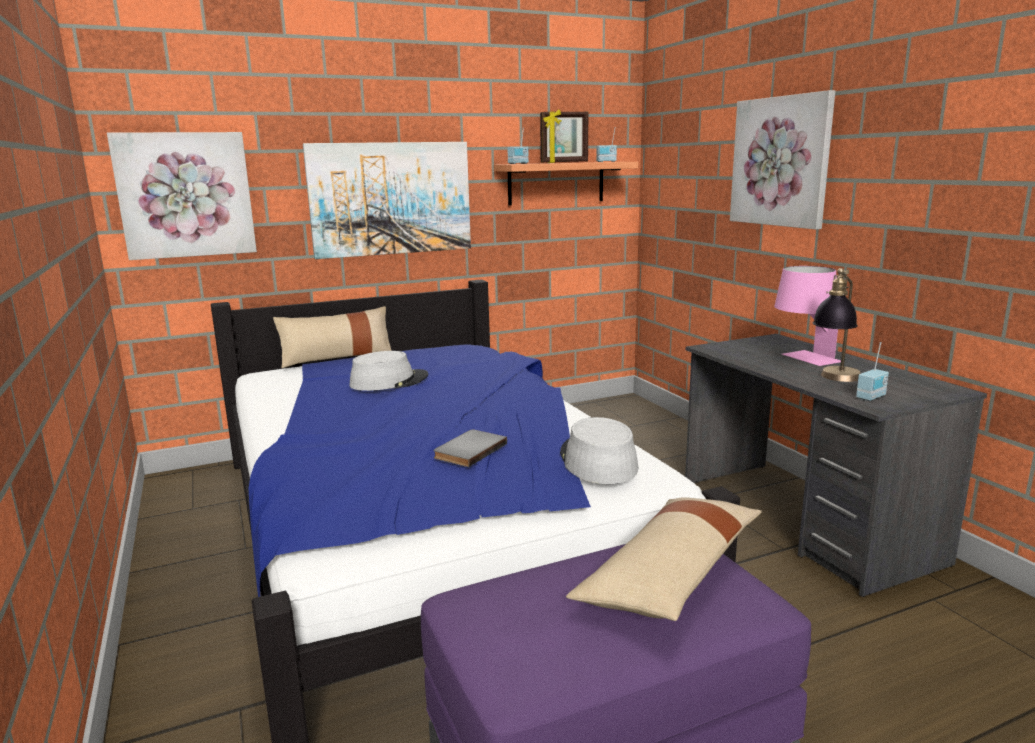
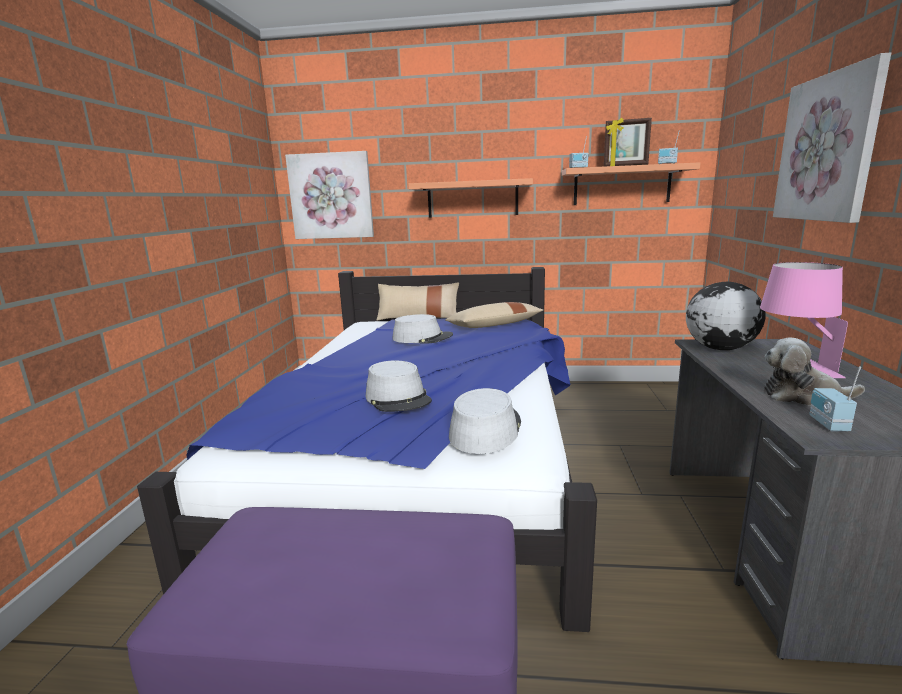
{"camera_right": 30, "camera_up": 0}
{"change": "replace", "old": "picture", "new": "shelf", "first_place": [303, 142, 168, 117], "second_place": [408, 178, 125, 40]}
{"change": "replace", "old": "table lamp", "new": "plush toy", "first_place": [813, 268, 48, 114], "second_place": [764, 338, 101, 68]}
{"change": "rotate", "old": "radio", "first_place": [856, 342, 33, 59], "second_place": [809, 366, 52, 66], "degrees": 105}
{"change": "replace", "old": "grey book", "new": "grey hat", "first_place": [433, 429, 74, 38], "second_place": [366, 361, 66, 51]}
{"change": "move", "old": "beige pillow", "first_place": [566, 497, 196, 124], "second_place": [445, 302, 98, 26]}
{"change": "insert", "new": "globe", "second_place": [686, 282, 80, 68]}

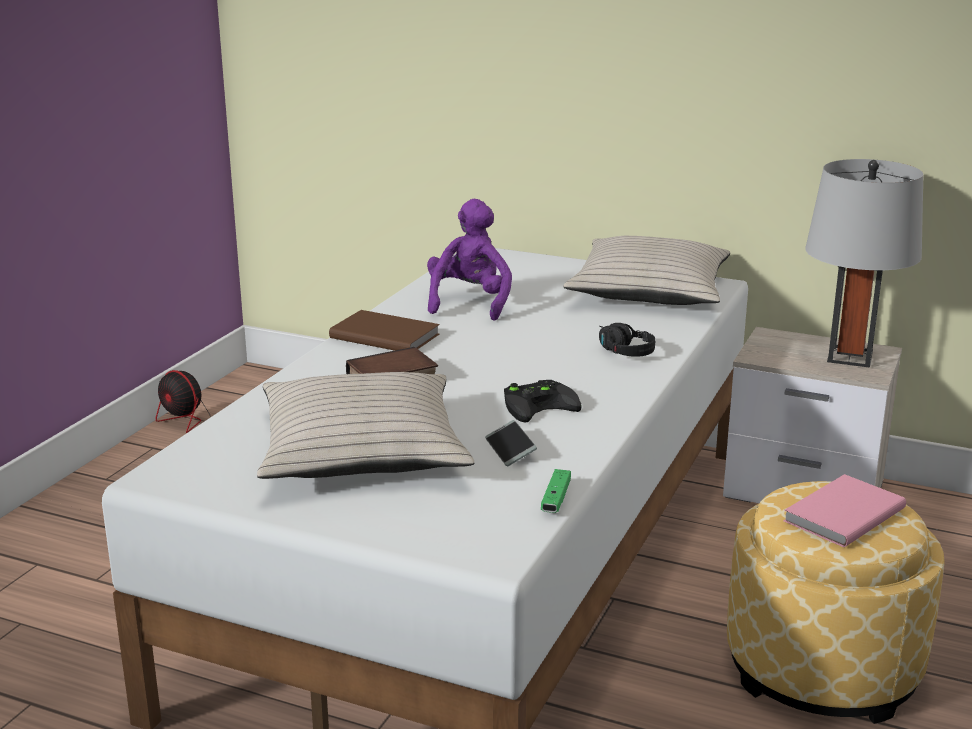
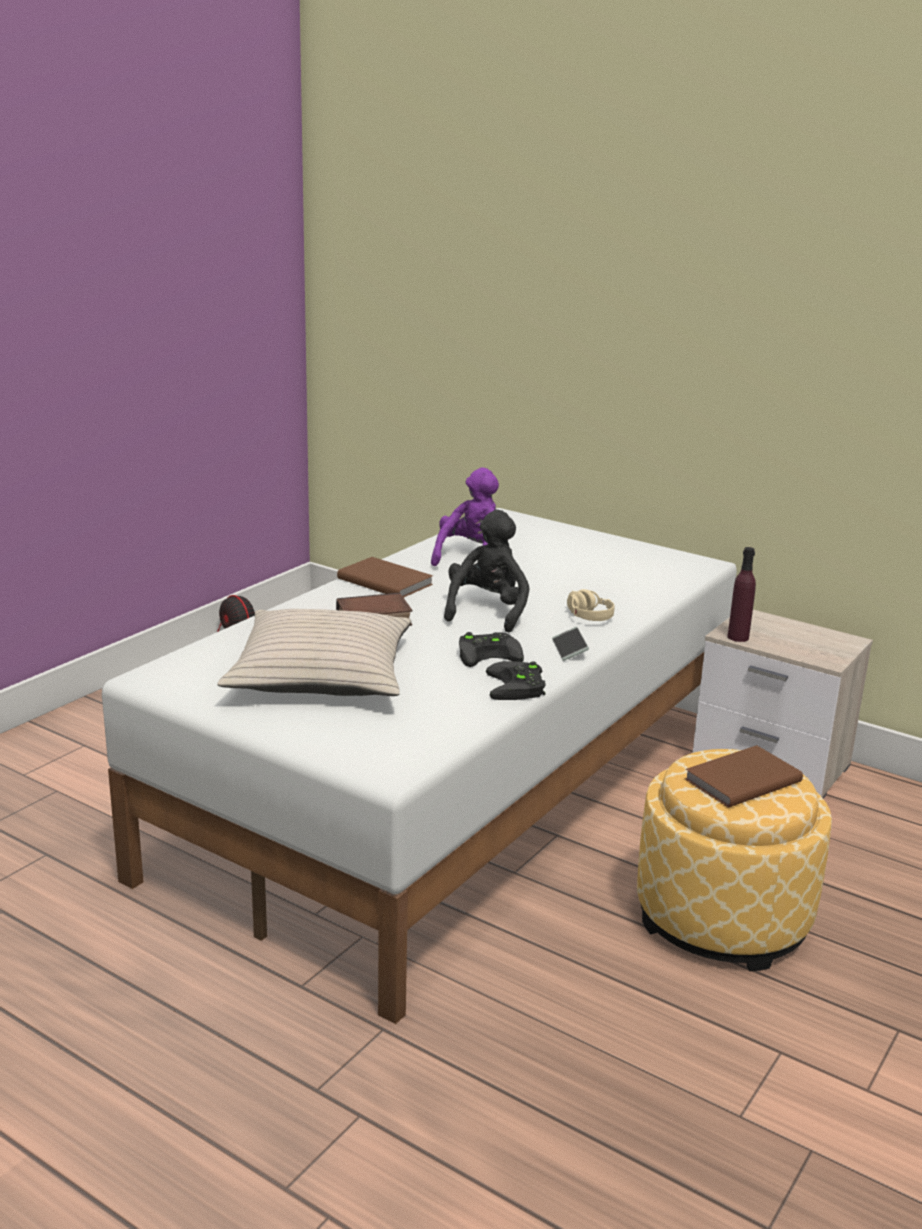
{"camera_right": 10, "camera_up": 0}
{"change": "delete", "old": "grey table lamp", "first_place": [806, 159, 118, 209]}
{"change": "delete", "old": "beige pillow", "first_place": [564, 236, 166, 69]}
{"change": "recolor", "old": "black headphones", "new": "beige headphones", "first_place": [599, 323, 56, 34], "second_place": [567, 589, 48, 32]}
{"change": "move", "old": "phone", "first_place": [485, 420, 52, 46], "second_place": [552, 627, 37, 34]}
{"change": "delete", "old": "green game controller", "first_place": [541, 469, 30, 44]}
{"change": "recolor", "old": "pink book", "new": "brown book", "first_place": [783, 474, 123, 73], "second_place": [685, 745, 118, 63]}
{"change": "insert", "new": "black plush toy", "second_place": [444, 510, 86, 123]}
{"change": "insert", "new": "purple bottle", "second_place": [727, 547, 29, 95]}
{"change": "insert", "new": "black game controller", "second_place": [486, 661, 60, 39]}

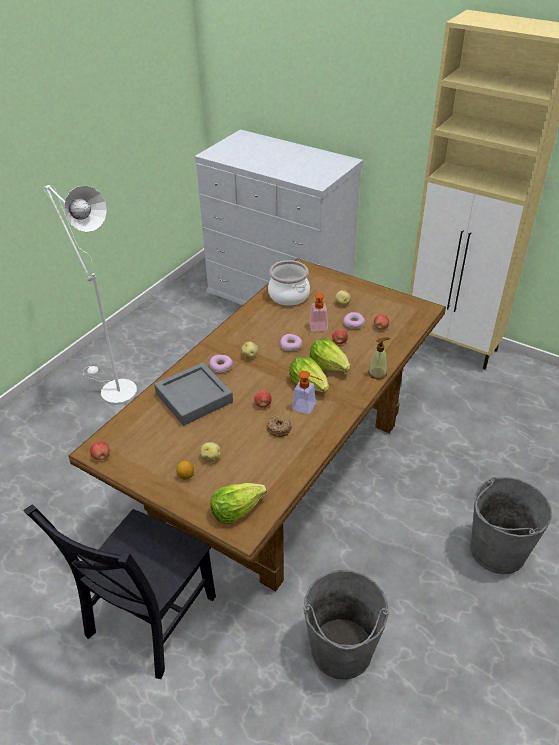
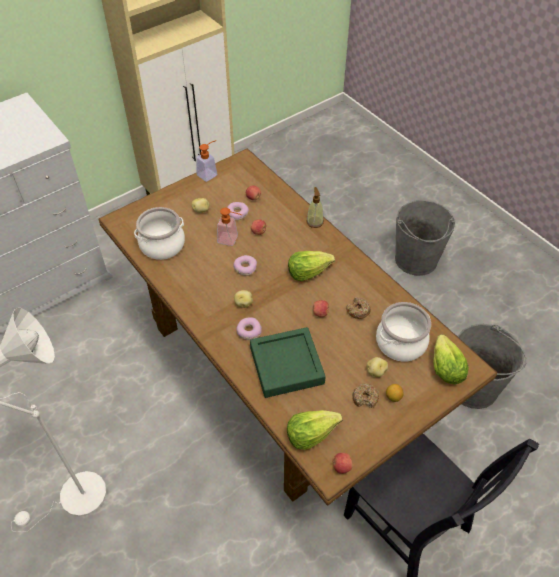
{"camera_right": -70, "camera_up": 10}
{"change": "move", "old": "lettuce", "first_place": [309, 339, 42, 33], "second_place": [287, 410, 55, 40]}
{"change": "recolor", "old": "grey tray", "new": "green tray", "first_place": [154, 362, 79, 64], "second_place": [250, 327, 76, 71]}
{"change": "move", "old": "soap dispenser", "first_place": [292, 371, 30, 43], "second_place": [196, 140, 21, 42]}
{"change": "insert", "new": "cooking pot", "second_place": [376, 302, 55, 60]}
{"change": "insert", "new": "donut", "second_place": [352, 383, 27, 25]}

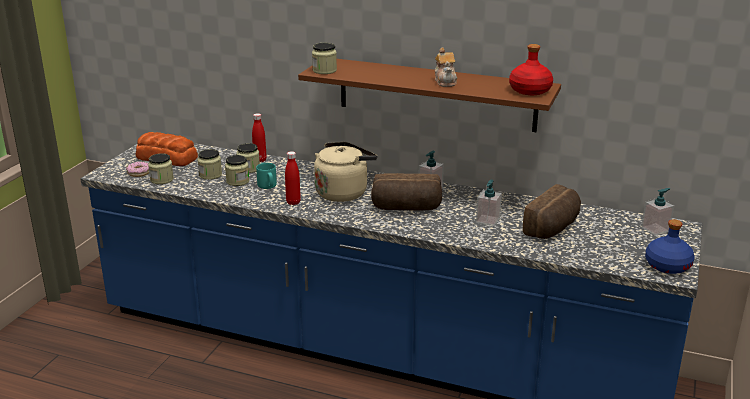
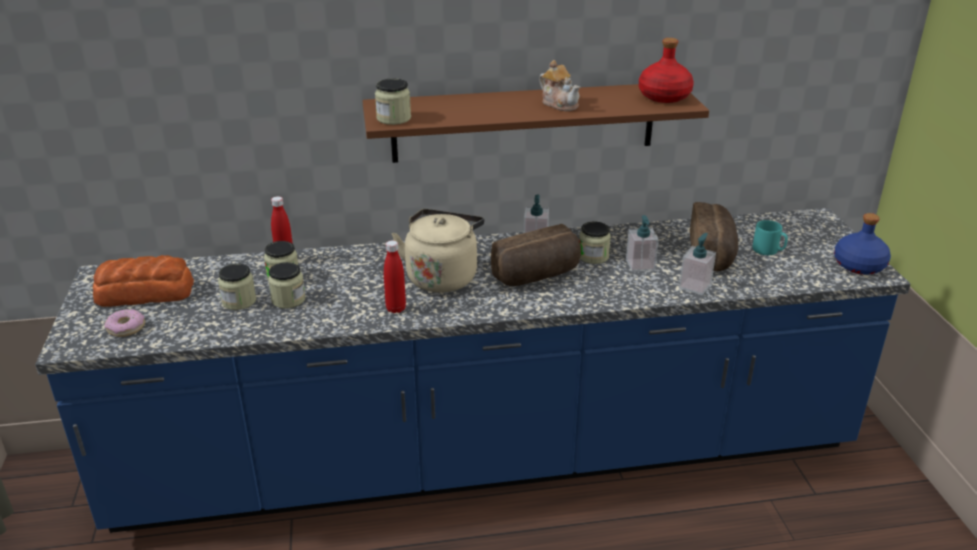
{"camera_right": -30, "camera_up": 5}
{"change": "move", "old": "jar", "first_place": [148, 153, 26, 31], "second_place": [579, 221, 32, 43]}
{"change": "move", "old": "turquoise mug", "first_place": [256, 163, 21, 26], "second_place": [752, 220, 36, 35]}
{"change": "move", "old": "soap dispenser", "first_place": [641, 188, 34, 48], "second_place": [679, 233, 37, 62]}

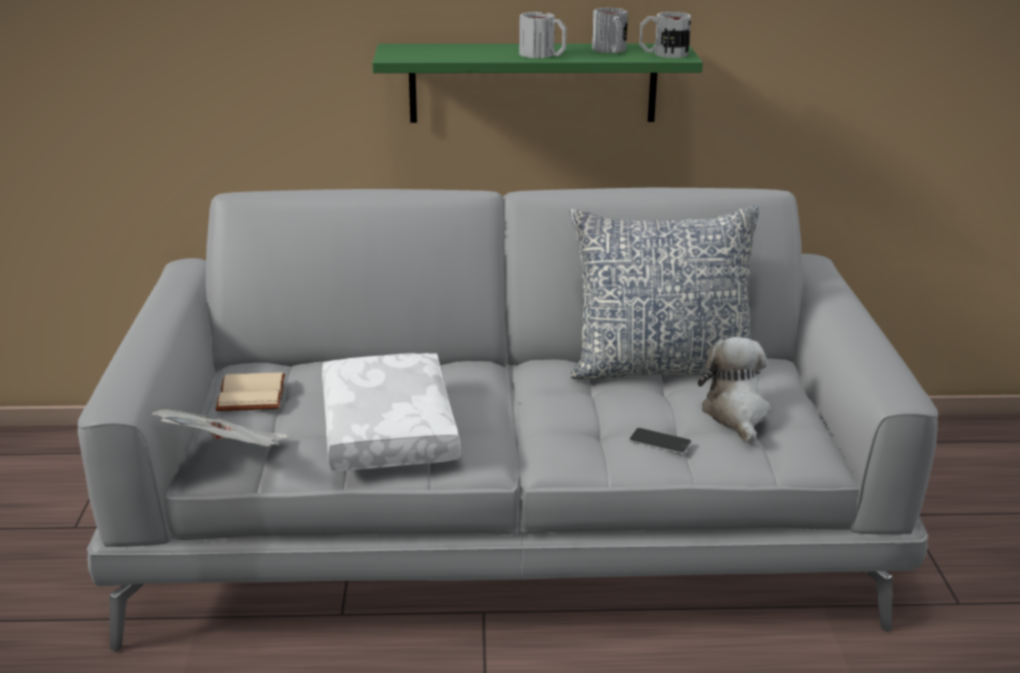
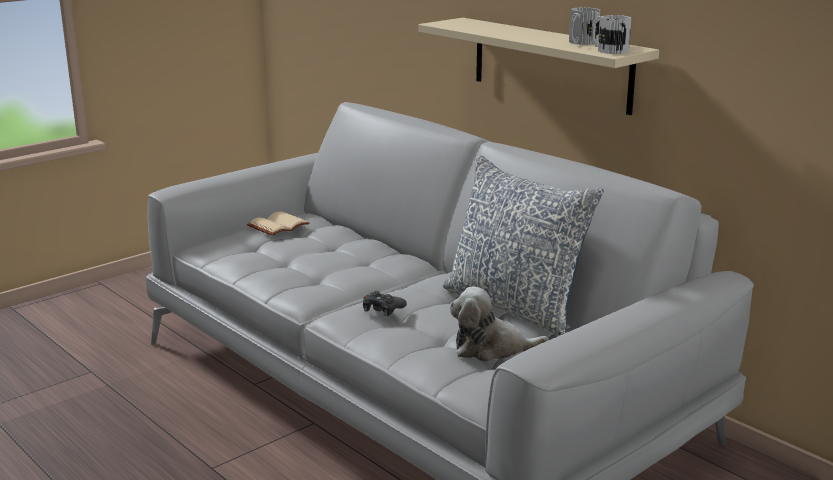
{"camera_right": 50, "camera_up": -5}
{"change": "delete", "old": "mug", "first_place": [519, 12, 47, 46]}
{"change": "recolor", "old": "green shelf", "new": "beige shelf", "first_place": [372, 44, 331, 79], "second_place": [418, 18, 241, 97]}
{"change": "rotate", "old": "plush toy", "first_place": [698, 337, 73, 107], "second_place": [450, 286, 99, 76], "degrees": -135}
{"change": "delete", "old": "white pillow", "first_place": [322, 353, 139, 118]}
{"change": "delete", "old": "newspaper", "first_place": [152, 409, 135, 38]}
{"change": "delete", "old": "phone", "first_place": [629, 428, 62, 26]}
{"change": "insert", "new": "black game controller", "second_place": [363, 291, 44, 25]}

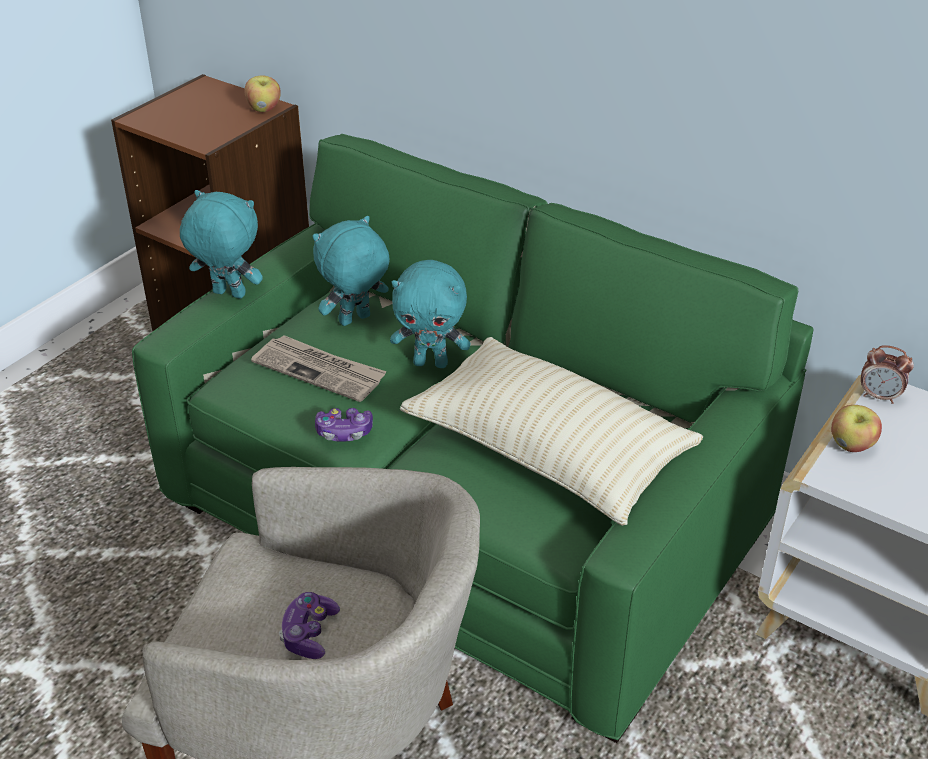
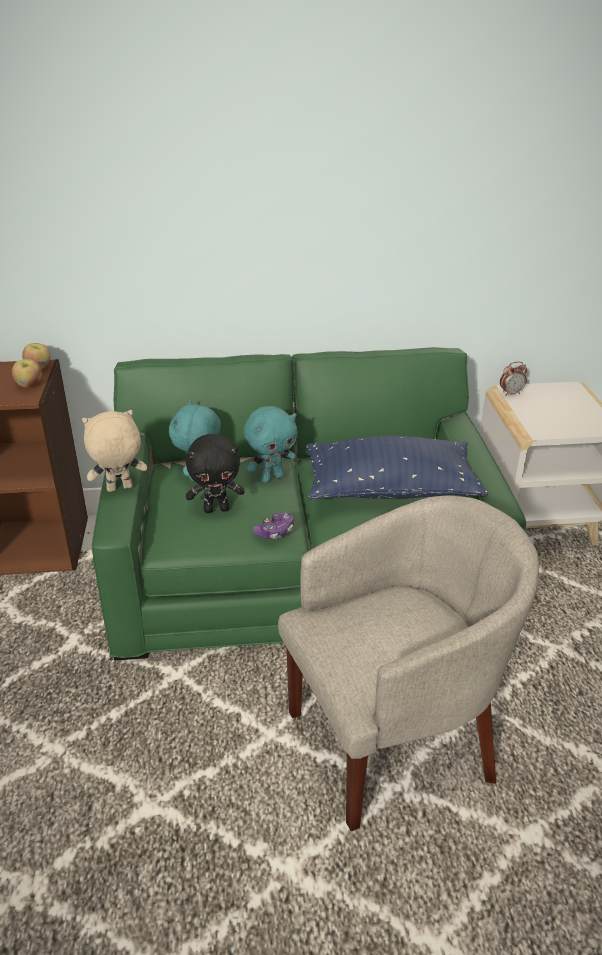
{"camera_right": -40, "camera_up": -5}
{"change": "recolor", "old": "turquoise plush toy", "new": "beige plush toy", "first_place": [180, 190, 83, 109], "second_place": [82, 410, 65, 82]}
{"change": "replace", "old": "newspaper", "new": "black plush toy", "first_place": [251, 335, 136, 67], "second_place": [186, 434, 59, 79]}
{"change": "recolor", "old": "beige pillow", "new": "blue pillow", "first_place": [400, 337, 303, 189], "second_place": [306, 435, 182, 65]}
{"change": "move", "old": "apple", "first_place": [831, 405, 51, 47], "second_place": [12, 359, 30, 29]}
{"change": "delete", "old": "game controller", "first_place": [279, 592, 61, 67]}

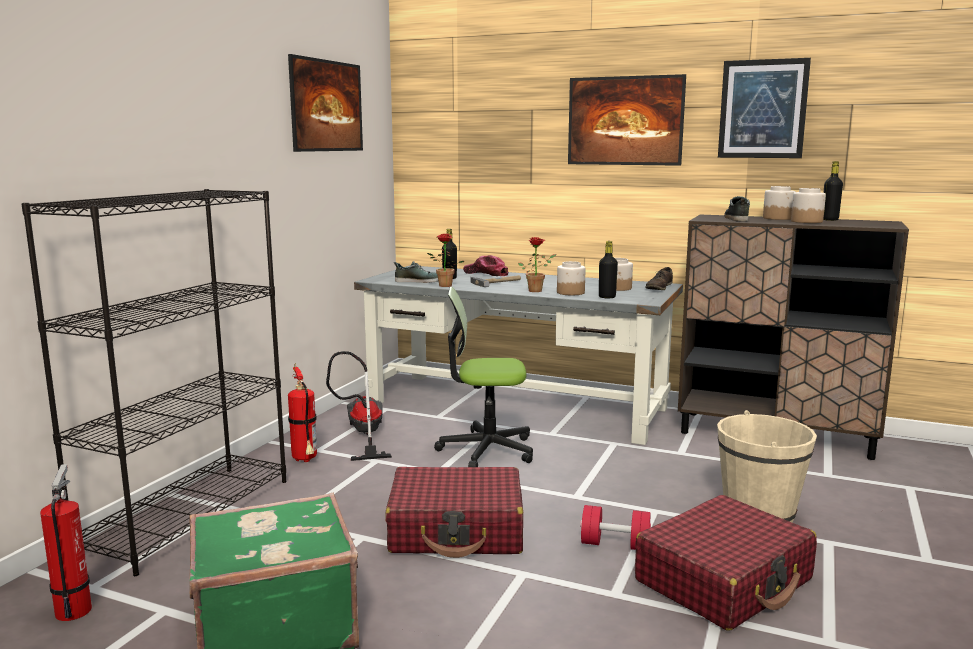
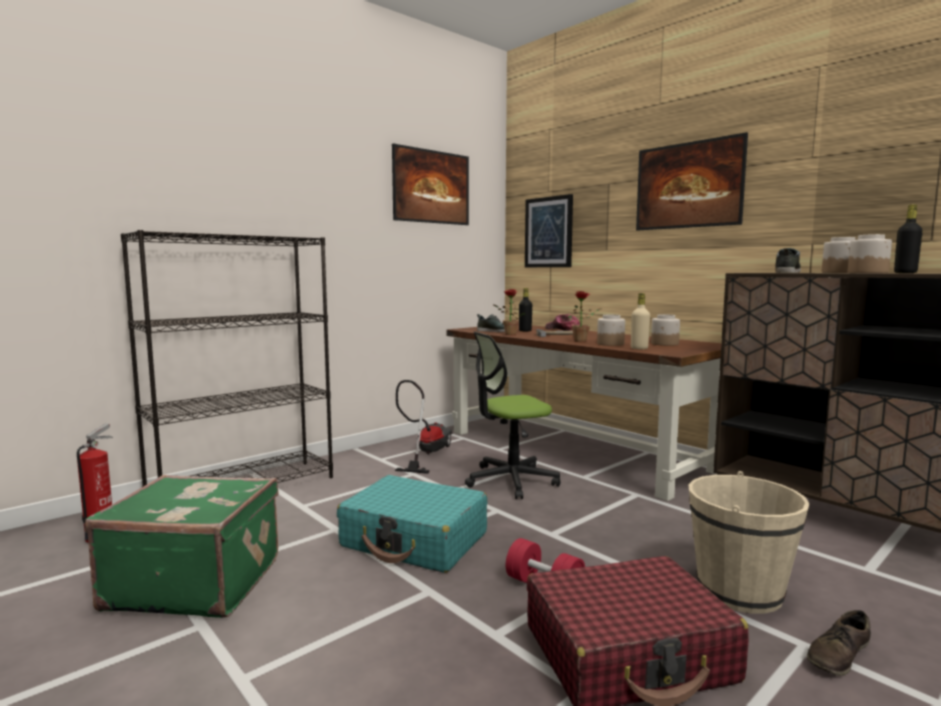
{"camera_right": 25, "camera_up": -5}
{"change": "move", "old": "picture", "first_place": [718, 58, 93, 100], "second_place": [525, 194, 48, 73]}
{"change": "recolor", "old": "black bottle", "new": "beige bottle", "first_place": [599, 241, 19, 57], "second_place": [631, 293, 19, 56]}
{"change": "recolor", "old": "grey desk", "new": "brown desk", "first_place": [354, 265, 329, 180], "second_place": [447, 324, 274, 177]}
{"change": "move", "old": "brown shoe", "first_place": [645, 267, 28, 23], "second_place": [807, 610, 64, 66]}
{"change": "rotate", "old": "office chair", "first_place": [434, 286, 99, 181], "second_place": [465, 331, 96, 168], "degrees": -45}
{"change": "delete", "old": "fire extinguisher", "first_place": [288, 363, 29, 99]}
{"change": "recolor", "old": "red suitcase", "new": "turquoise suitcase", "first_place": [385, 467, 138, 91], "second_place": [337, 475, 150, 98]}

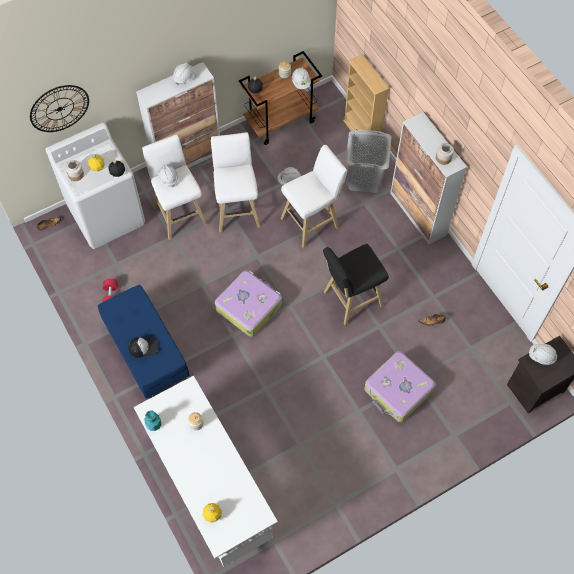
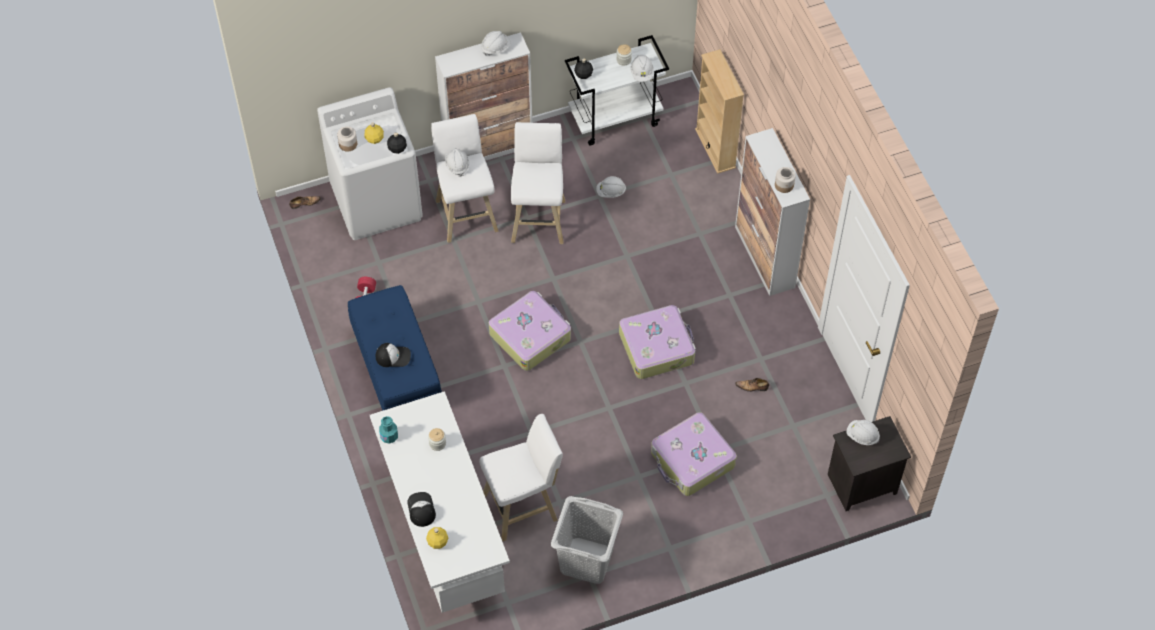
{"camera_right": 10, "camera_up": -5}
{"change": "recolor", "old": "brown cart", "new": "white cart", "first_place": [239, 51, 83, 94], "second_place": [565, 35, 104, 111]}
{"change": "delete", "old": "wall clock", "first_place": [30, 85, 59, 47]}
{"change": "move", "old": "grey laundry basket", "first_place": [346, 130, 45, 63], "second_place": [551, 496, 72, 88]}
{"change": "move", "old": "white stool", "first_place": [281, 145, 66, 103], "second_place": [479, 414, 84, 127]}
{"change": "replace", "old": "black stool", "new": "suitcase", "first_place": [323, 244, 66, 82], "second_place": [619, 305, 77, 74]}
{"change": "insert", "new": "cap", "second_place": [407, 492, 29, 35]}

